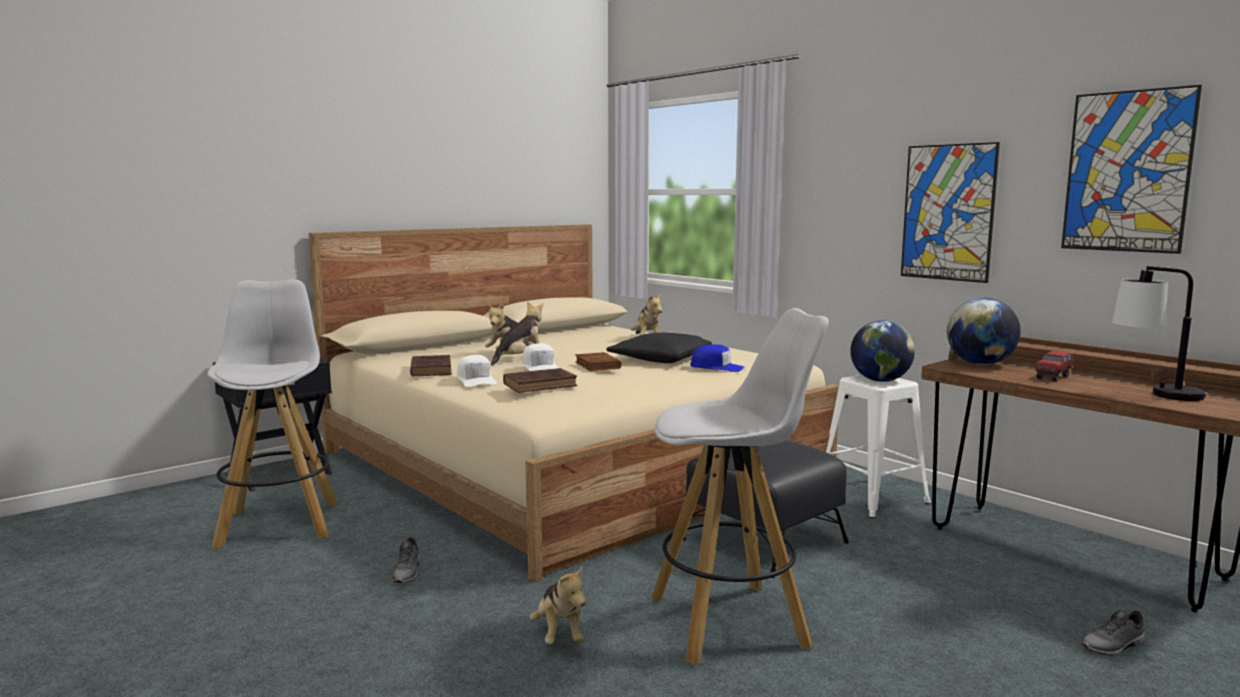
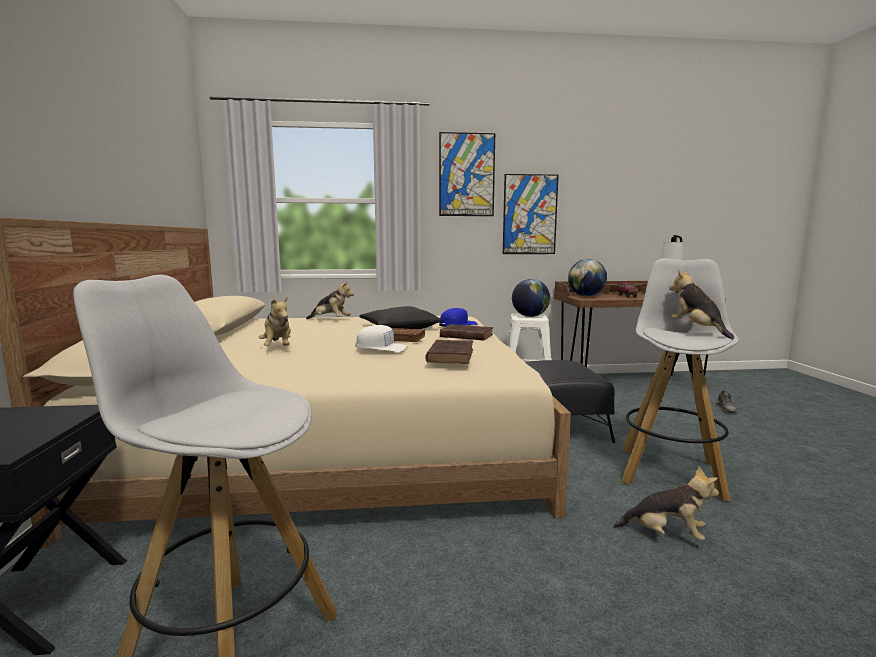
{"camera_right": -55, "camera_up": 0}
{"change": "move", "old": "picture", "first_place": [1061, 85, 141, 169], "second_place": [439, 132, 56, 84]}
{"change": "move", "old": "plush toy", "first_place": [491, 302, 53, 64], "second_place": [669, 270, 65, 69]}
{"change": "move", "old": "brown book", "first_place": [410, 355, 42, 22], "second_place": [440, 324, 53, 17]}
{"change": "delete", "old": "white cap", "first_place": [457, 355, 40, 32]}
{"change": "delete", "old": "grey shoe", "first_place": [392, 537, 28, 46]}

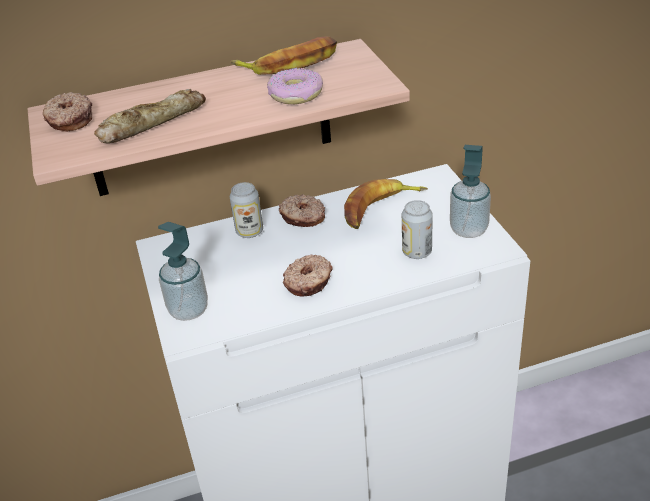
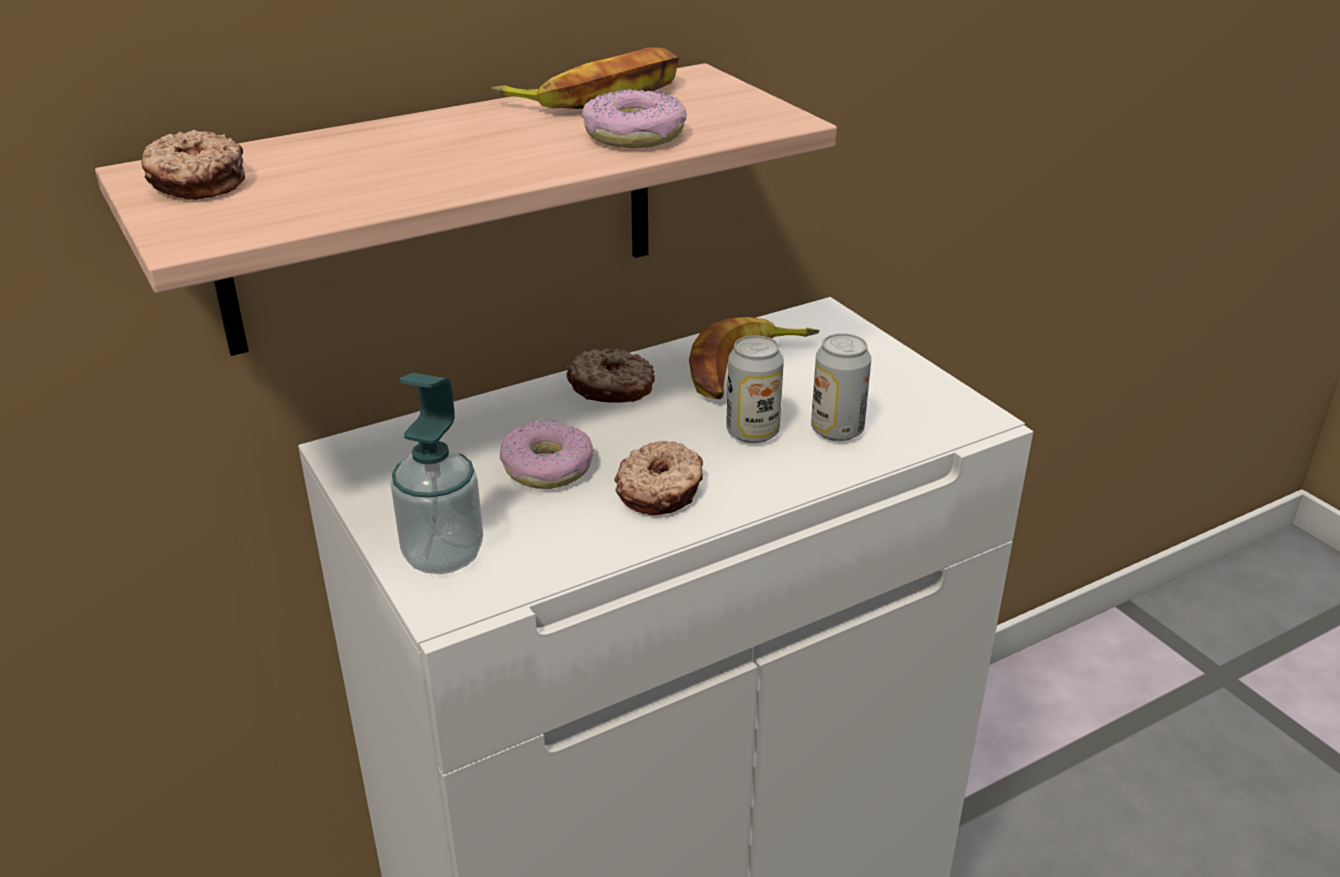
{"camera_right": -15, "camera_up": -5}
{"change": "delete", "old": "bread", "first_place": [94, 89, 112, 54]}
{"change": "delete", "old": "soap dispenser", "first_place": [450, 145, 41, 93]}
{"change": "move", "old": "can", "first_place": [230, 182, 33, 56], "second_place": [726, 335, 58, 108]}
{"change": "insert", "new": "donut", "second_place": [500, 421, 94, 68]}

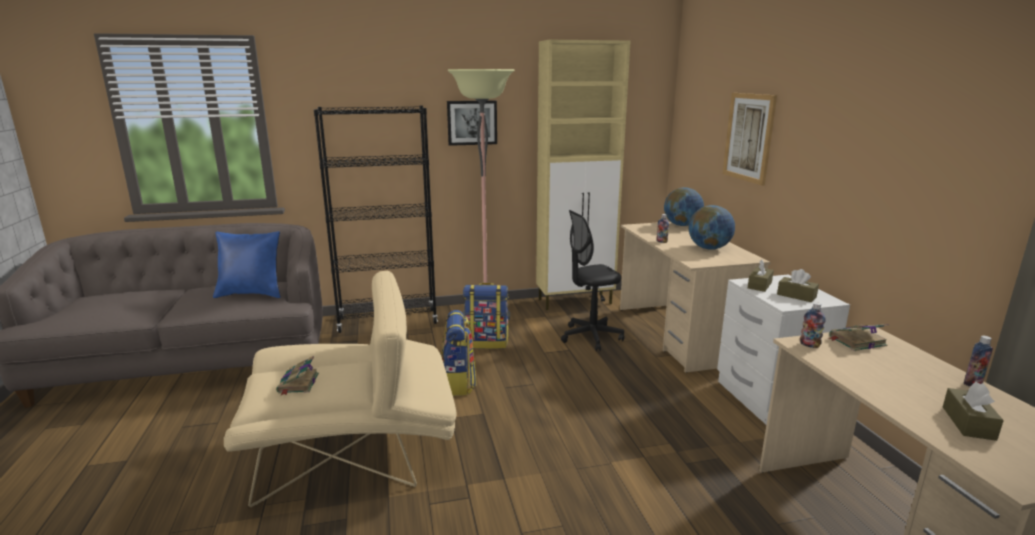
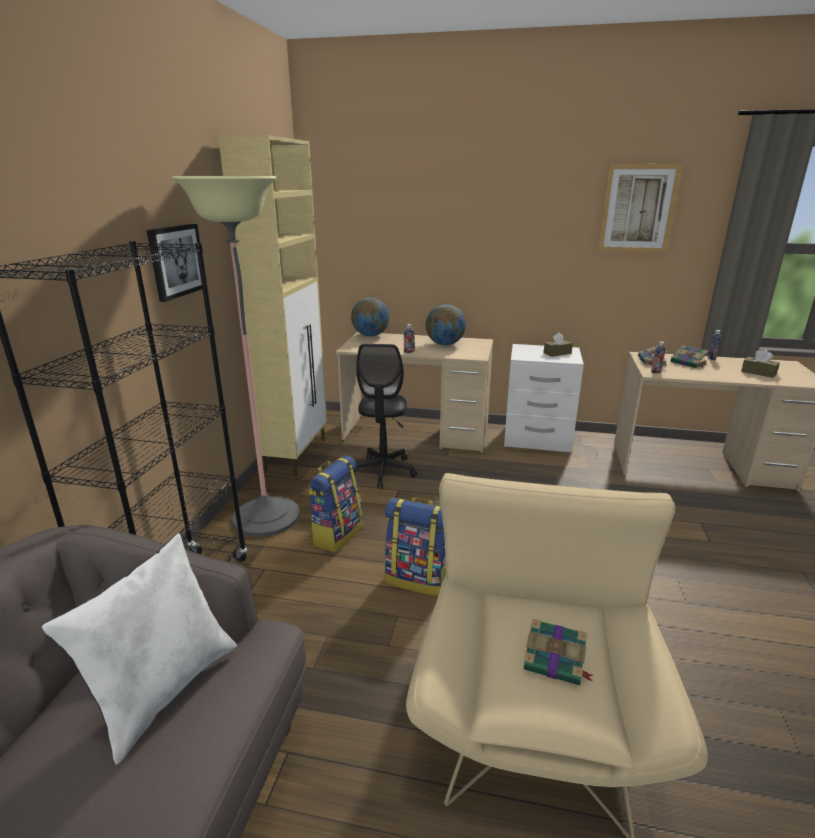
{"camera_right": -65, "camera_up": 5}
{"change": "move", "old": "picture", "first_place": [723, 93, 54, 93], "second_place": [597, 164, 86, 89]}
{"change": "recolor", "old": "blue pillow", "new": "white pillow", "first_place": [213, 231, 68, 67], "second_place": [41, 533, 196, 232]}
{"change": "delete", "old": "brown tissue box", "first_place": [748, 260, 26, 32]}
{"change": "insert", "new": "book", "second_place": [671, 345, 38, 23]}

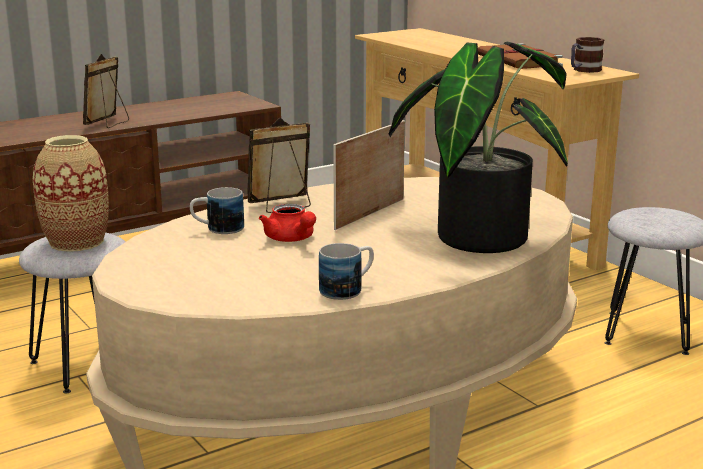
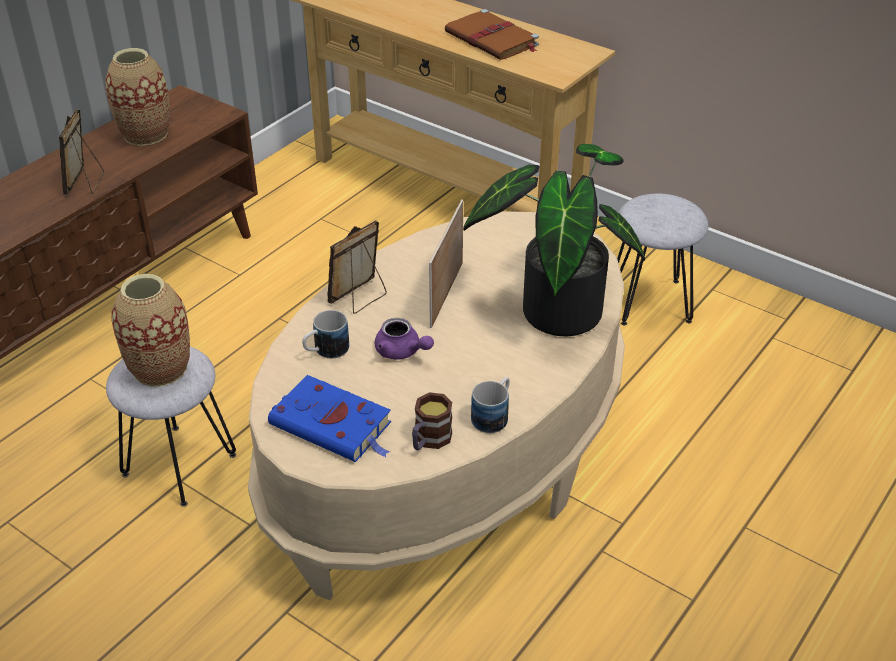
{"camera_right": -20, "camera_up": 20}
{"change": "move", "old": "mug", "first_place": [571, 37, 34, 36], "second_place": [412, 392, 40, 59]}
{"change": "recolor", "old": "red teapot", "new": "purple teapot", "first_place": [259, 204, 57, 38], "second_place": [375, 318, 59, 42]}
{"change": "insert", "new": "vase", "second_place": [106, 48, 64, 98]}
{"change": "insert", "new": "blue book", "second_place": [268, 375, 123, 87]}

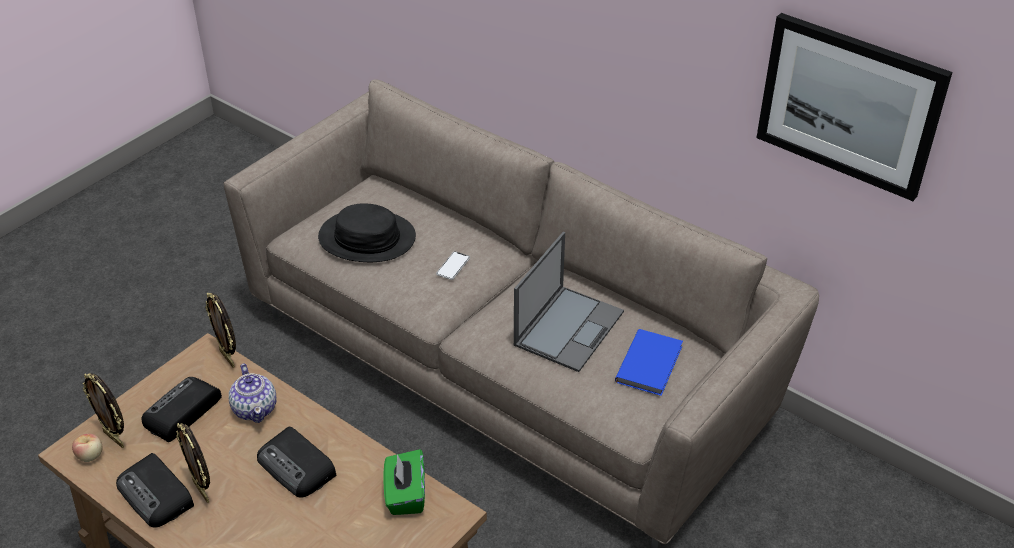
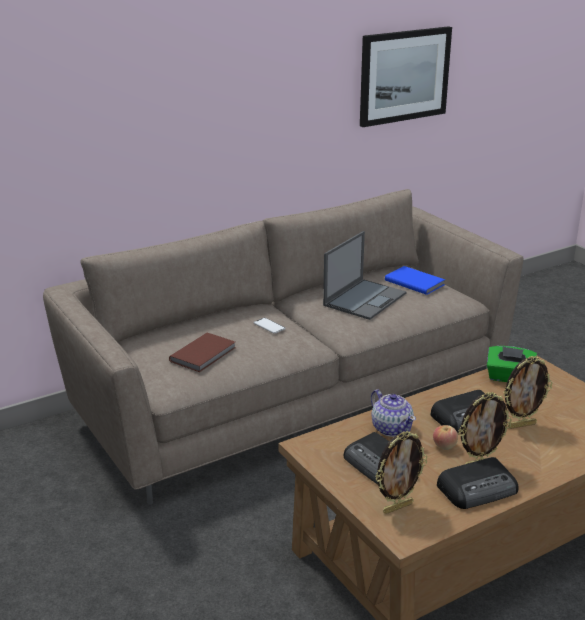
{"camera_right": -70, "camera_up": -15}
{"change": "replace", "old": "black hat", "new": "brown book", "first_place": [318, 203, 98, 59], "second_place": [169, 333, 67, 39]}
{"change": "rotate", "old": "laptop", "first_place": [514, 232, 110, 140], "second_place": [323, 231, 84, 89], "degrees": 75}
{"change": "move", "old": "picture frame", "first_place": [205, 293, 31, 75], "second_place": [503, 356, 49, 73]}
{"change": "rotate", "old": "teapot", "first_place": [229, 364, 48, 59], "second_place": [371, 389, 45, 48], "degrees": 60}
{"change": "move", "old": "apple", "first_place": [72, 434, 31, 28], "second_place": [433, 425, 25, 25]}

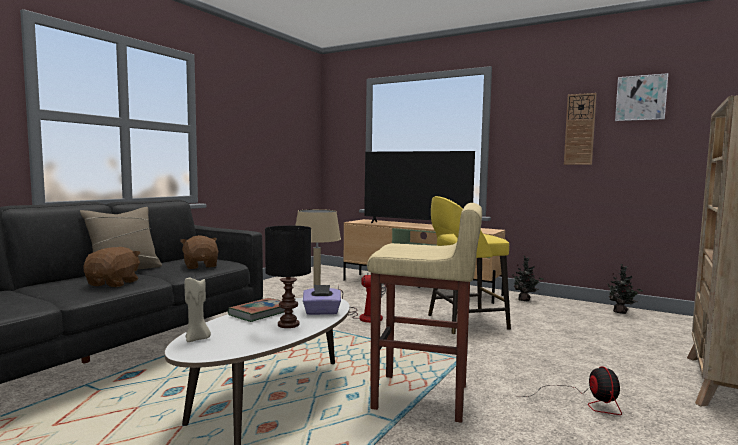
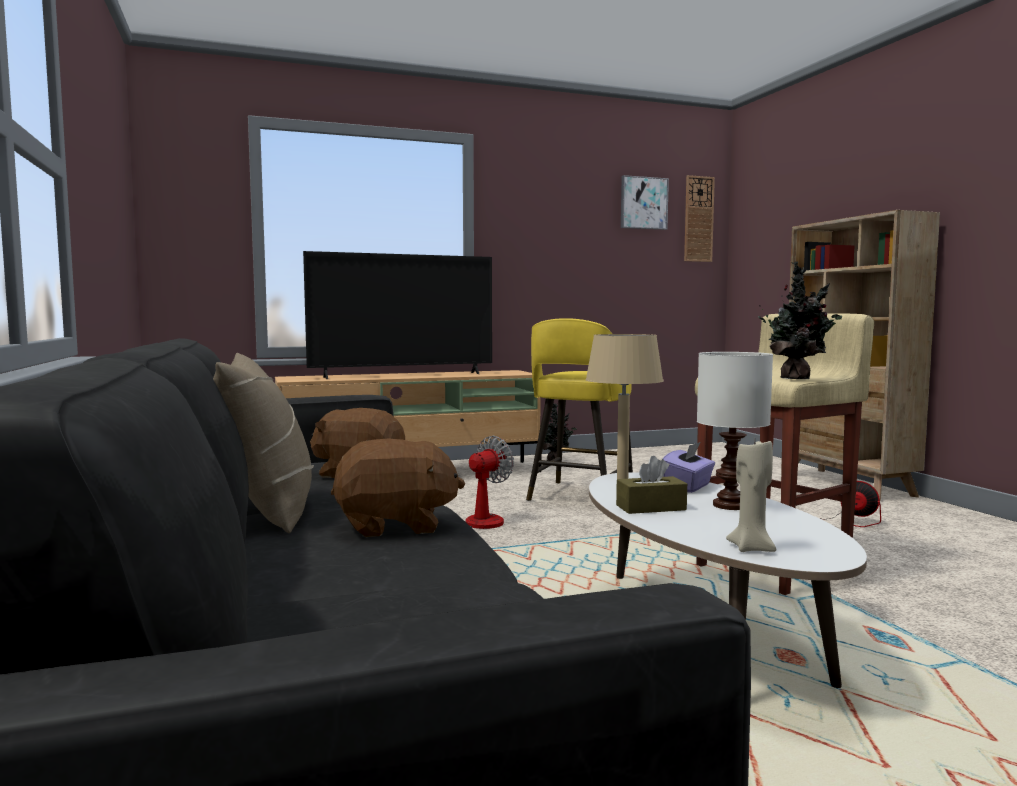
{"camera_right": -50, "camera_up": 0}
{"change": "move", "old": "wall clock", "first_place": [564, 93, 33, 72], "second_place": [684, 175, 31, 87]}
{"change": "recolor", "old": "black table lamp", "new": "white table lamp", "first_place": [265, 226, 46, 102], "second_place": [697, 352, 76, 158]}
{"change": "rotate", "old": "brown plush toy", "first_place": [83, 247, 58, 40], "second_place": [331, 438, 134, 99], "degrees": 120}
{"change": "move", "old": "potted plant", "first_place": [604, 264, 39, 50], "second_place": [758, 262, 84, 117]}
{"change": "replace", "old": "book", "new": "brown tissue box", "first_place": [228, 298, 57, 24], "second_place": [616, 456, 71, 58]}

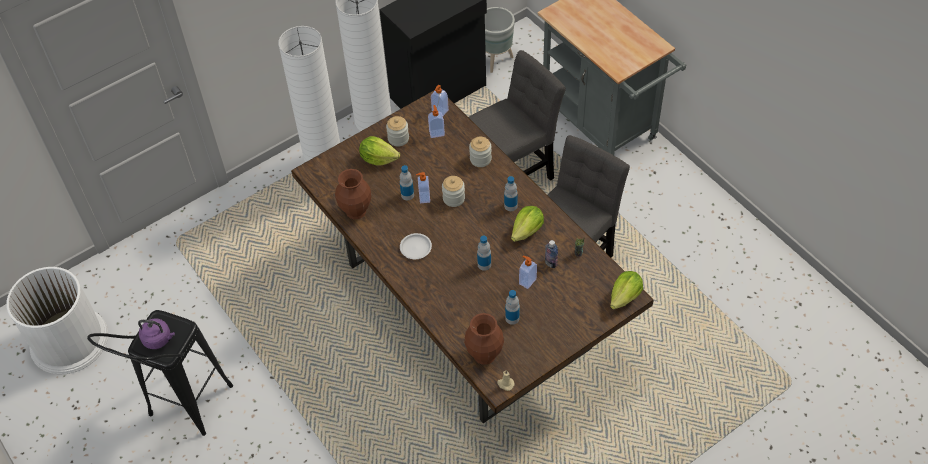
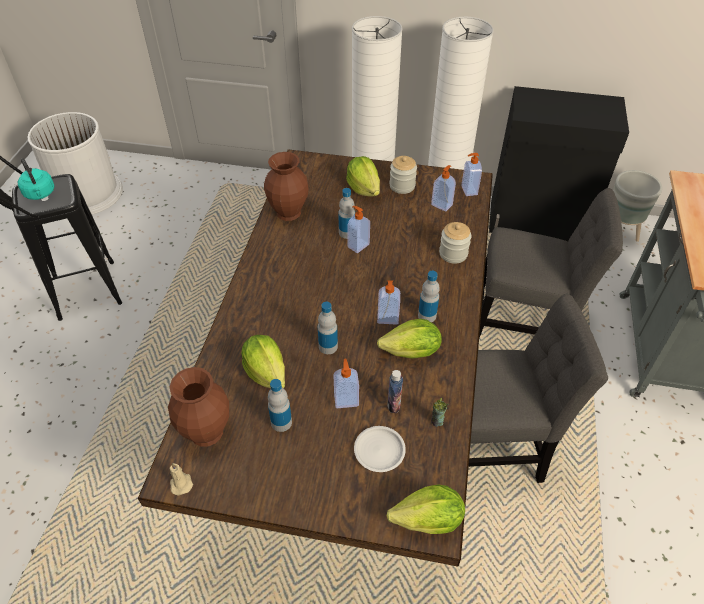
{"camera_right": 45, "camera_up": -5}
{"change": "delete", "old": "jar", "first_place": [442, 176, 23, 31]}
{"change": "move", "old": "white plate", "first_place": [400, 233, 32, 26], "second_place": [354, 426, 52, 46]}
{"change": "recolor", "old": "purple kettle", "new": "turquoise kettle", "first_place": [138, 319, 37, 30], "second_place": [18, 158, 36, 42]}
{"change": "insert", "new": "soap dispenser", "second_place": [377, 280, 23, 45]}
{"change": "insert", "new": "lettuce", "second_place": [241, 335, 44, 53]}

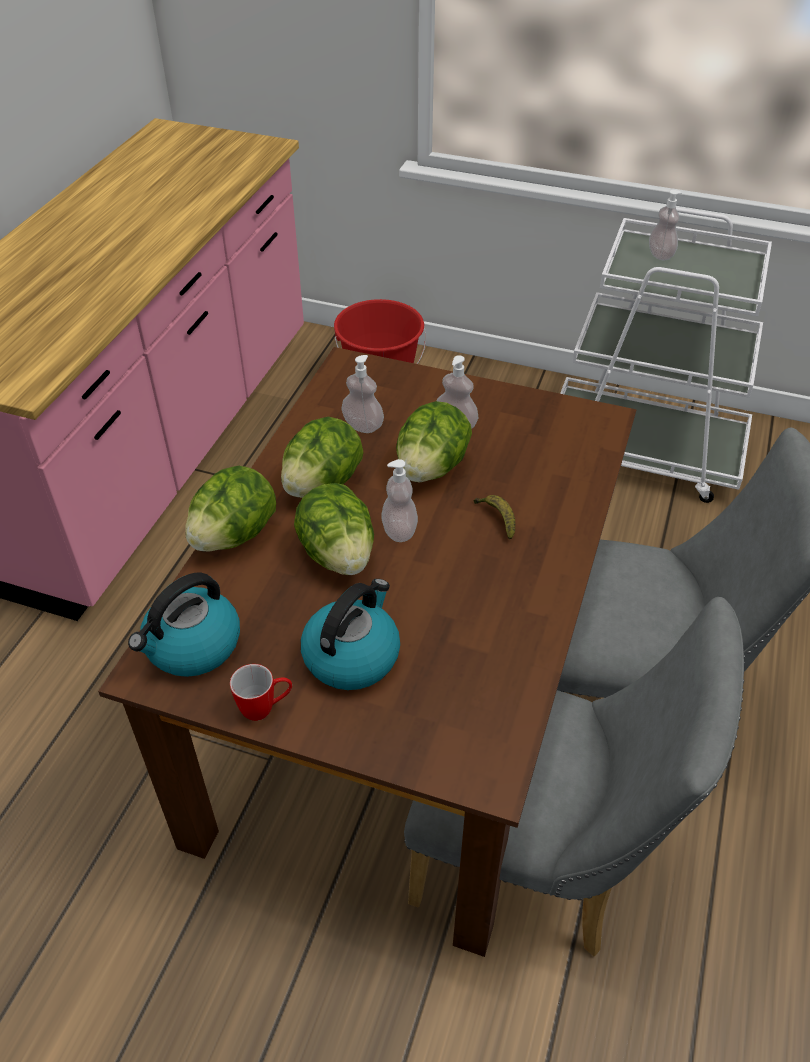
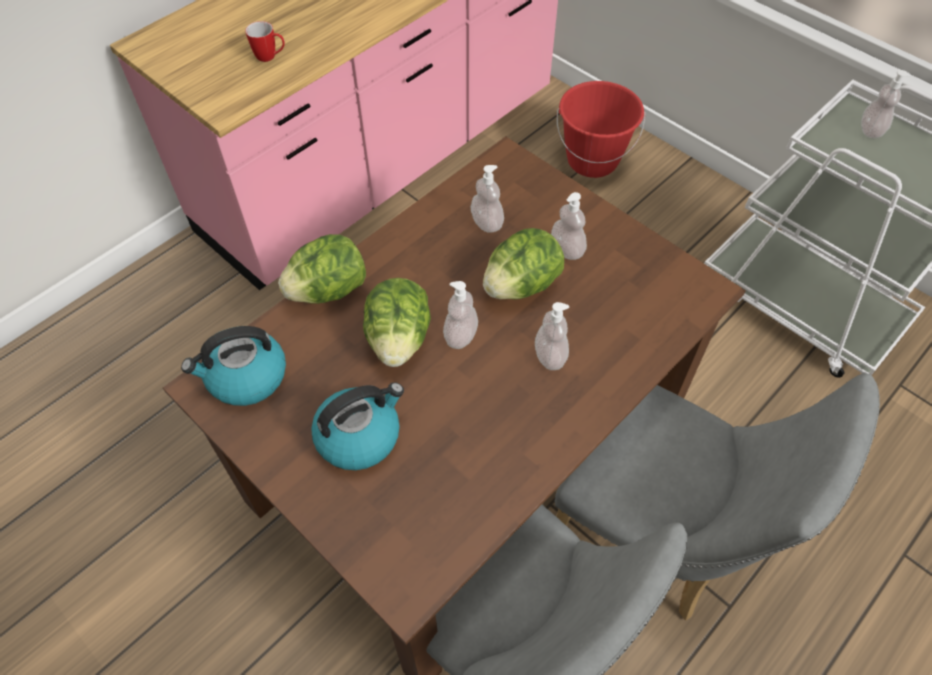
{"camera_right": 25, "camera_up": 10}
{"change": "delete", "old": "lettuce", "first_place": [281, 417, 83, 81]}
{"change": "replace", "old": "banana", "new": "soap dispenser", "first_place": [474, 495, 41, 45], "second_place": [535, 302, 34, 68]}
{"change": "move", "old": "mug", "first_place": [230, 664, 62, 57], "second_place": [245, 21, 40, 41]}

